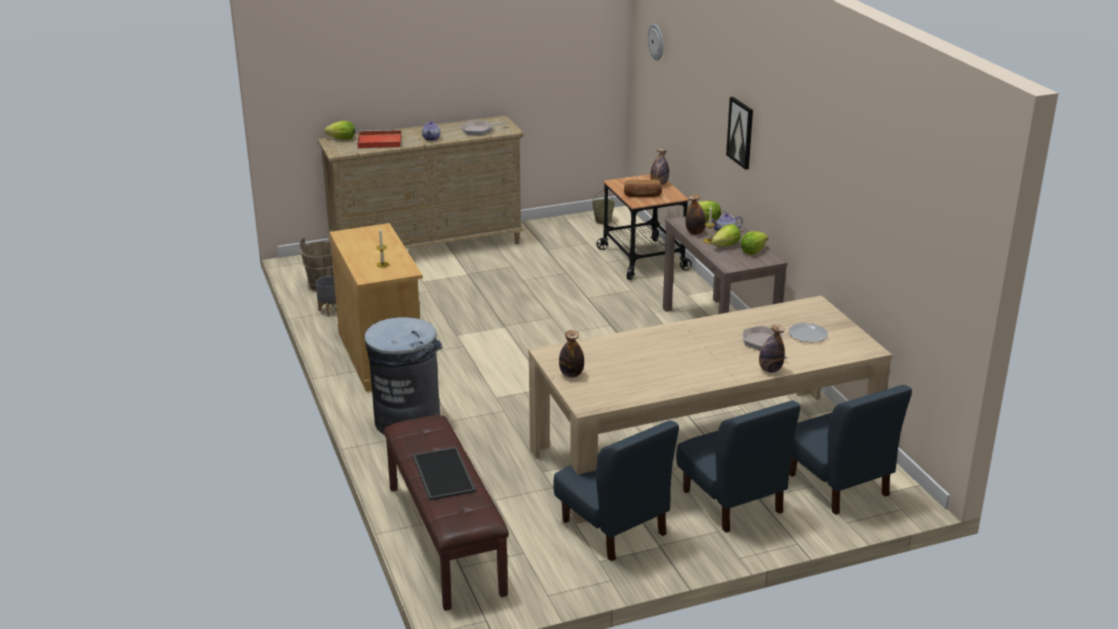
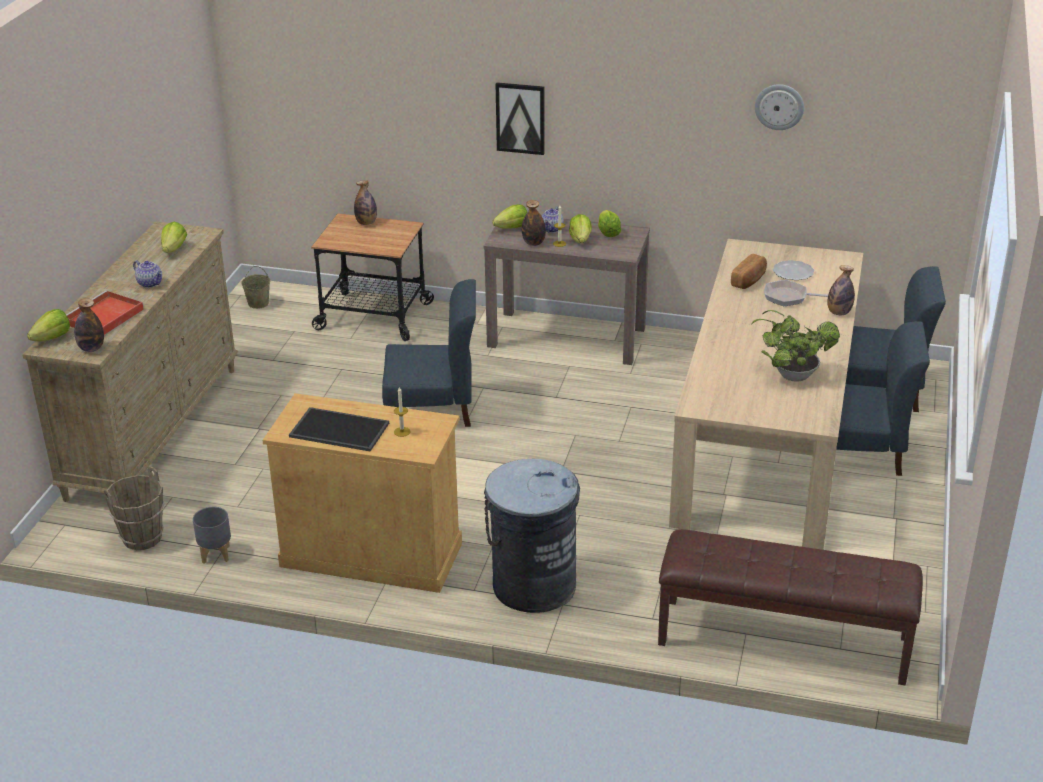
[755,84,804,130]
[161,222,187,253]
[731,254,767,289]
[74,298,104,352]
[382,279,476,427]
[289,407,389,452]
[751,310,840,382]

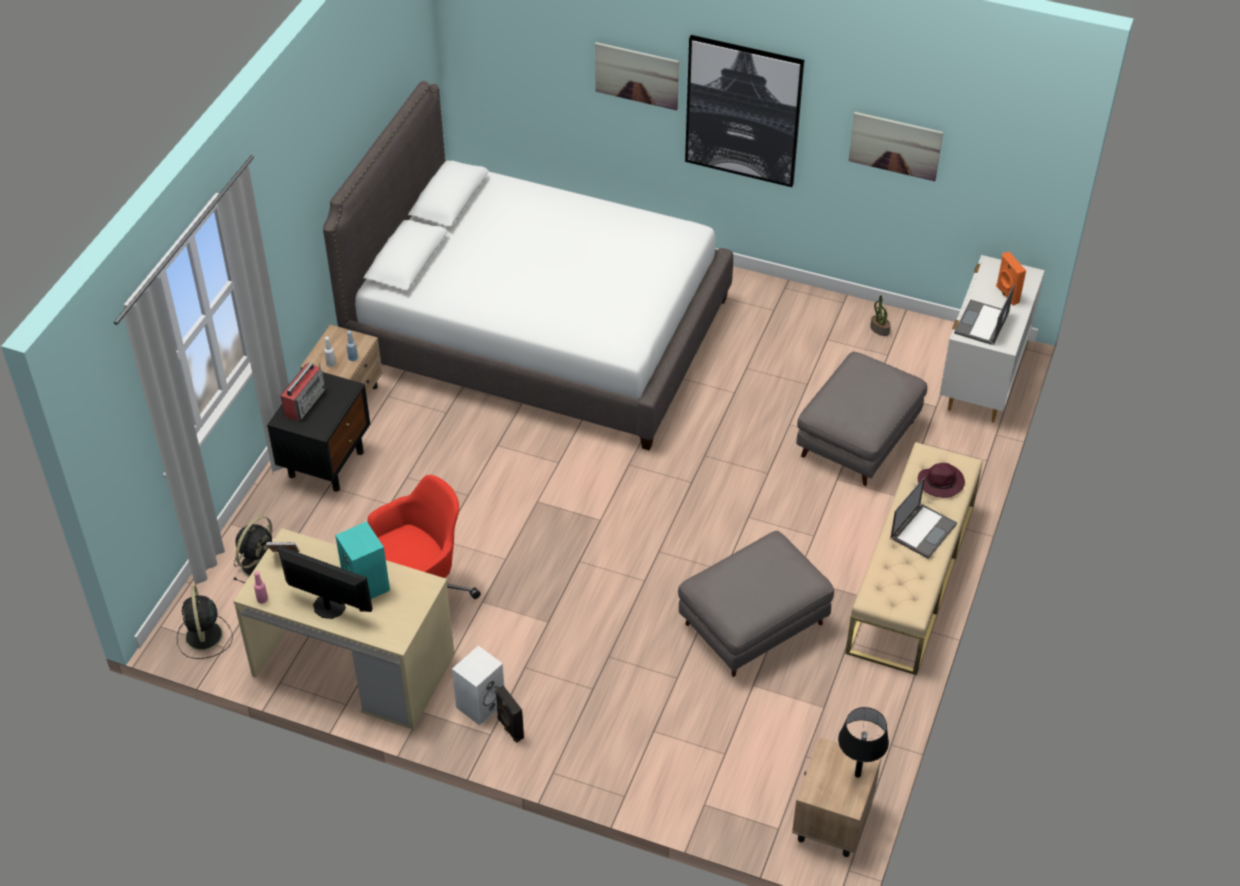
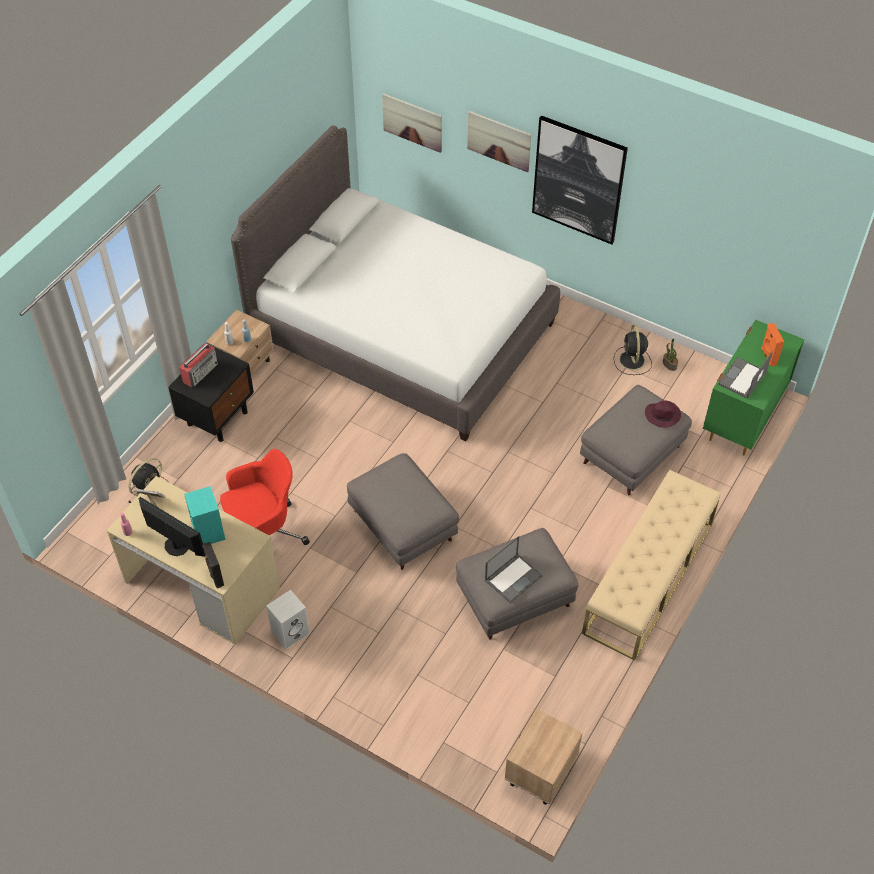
[382,93,442,153]
[703,320,804,456]
[645,401,681,428]
[485,536,542,603]
[614,324,652,375]
[202,542,224,588]
[838,707,889,778] (first image)
[347,453,459,570]

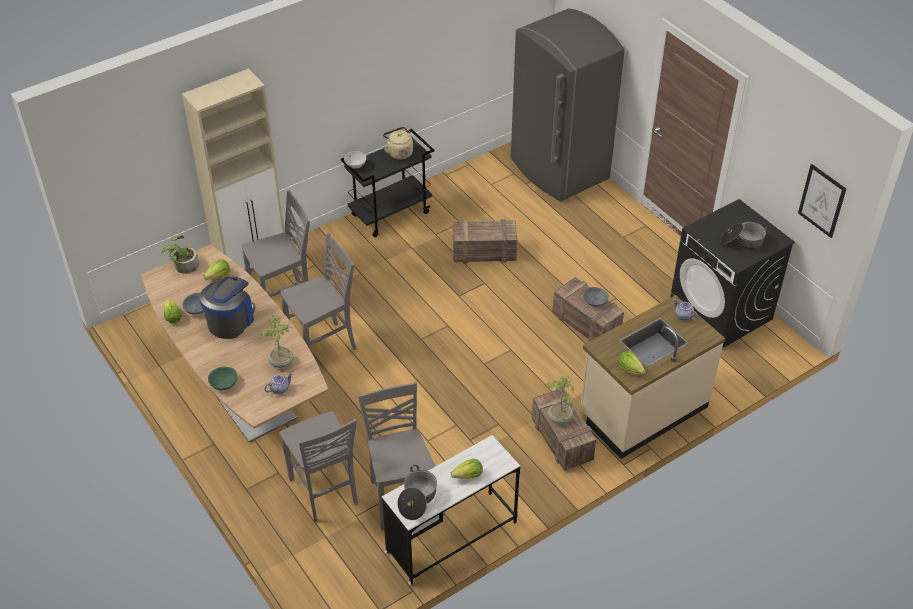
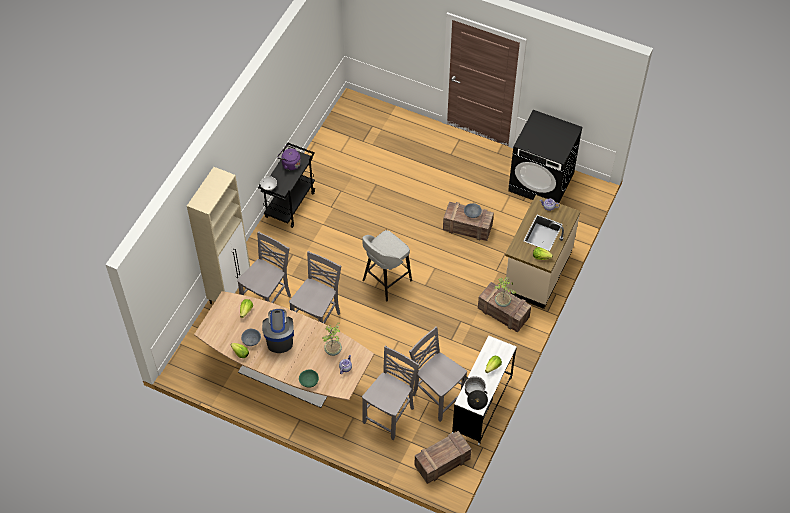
[511,9,625,201] (first image)
[277,145,301,170]
[798,164,846,238] (first image)
[414,431,471,484]
[720,222,768,250] (first image)
[161,235,199,274] (first image)
[362,346,419,440]
[362,230,412,301]

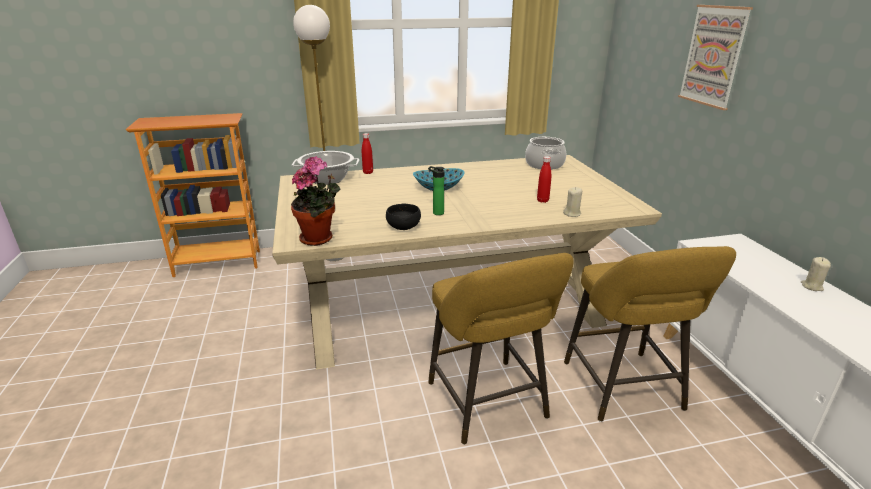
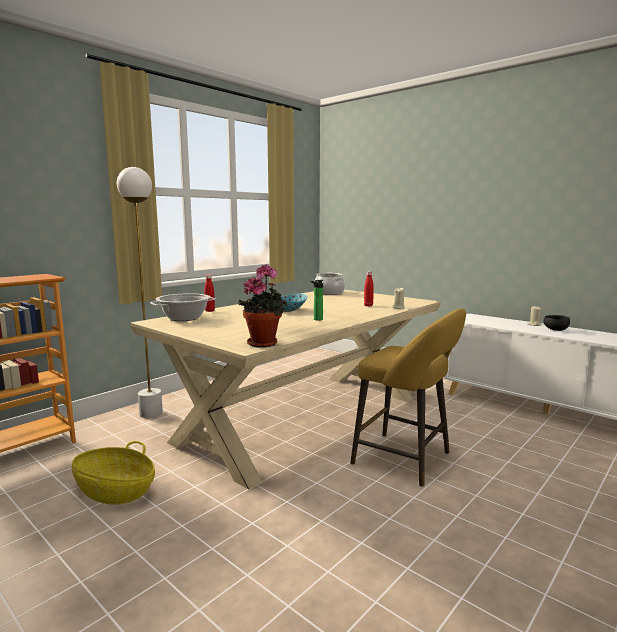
[678,5,753,110] (first image)
[543,315,570,331]
[564,246,736,422] (first image)
[72,441,155,504]

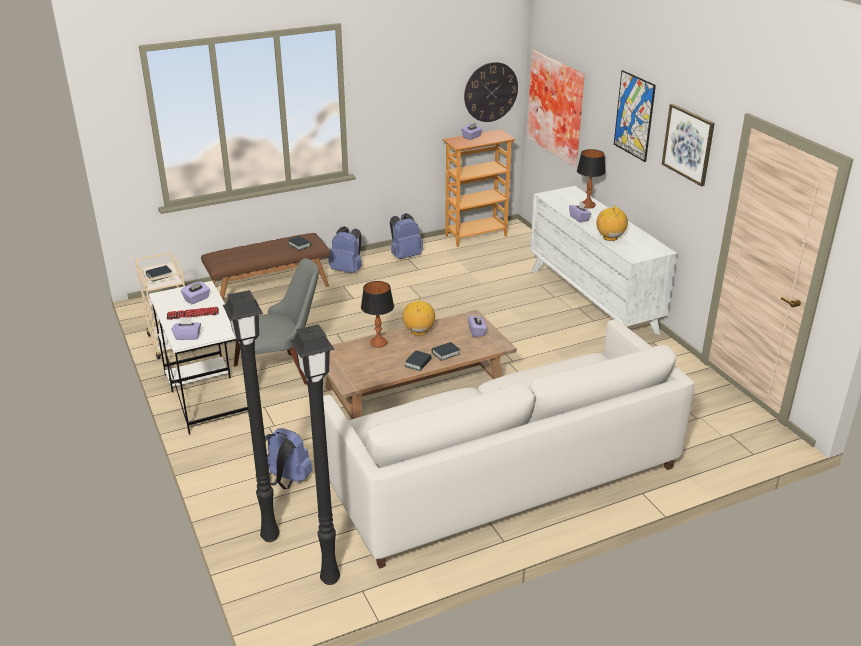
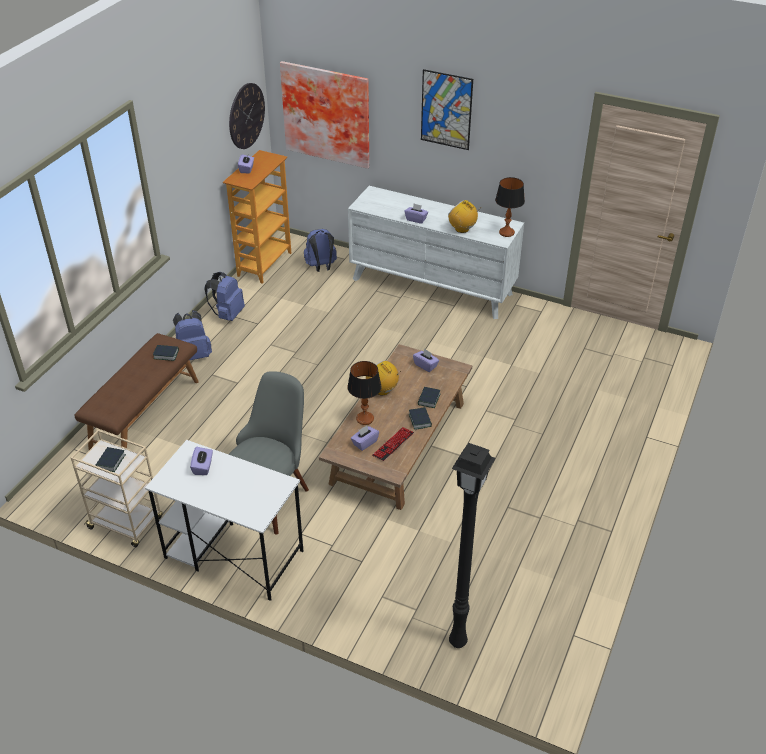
[662,104,715,186] (first image)
[495,177,525,237]
[372,427,414,461]
[351,426,379,451]
[323,319,694,569] (first image)
[290,324,340,585] (first image)
[304,229,337,272]

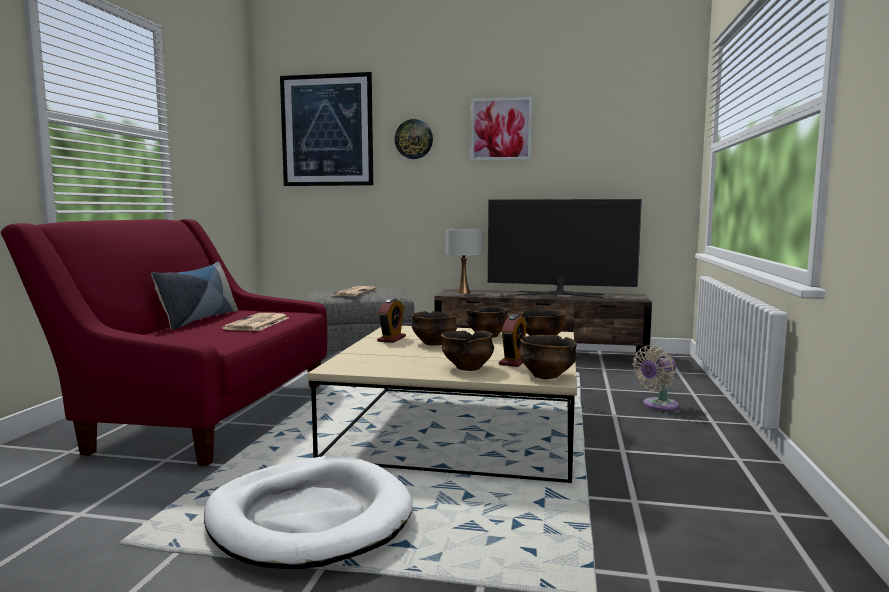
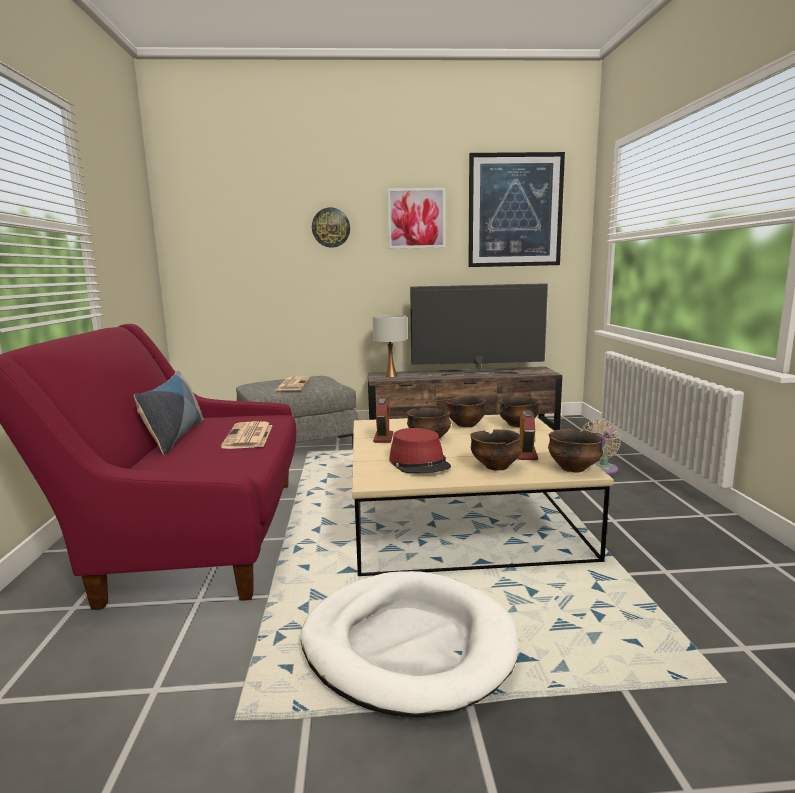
[468,152,565,267]
[389,428,451,473]

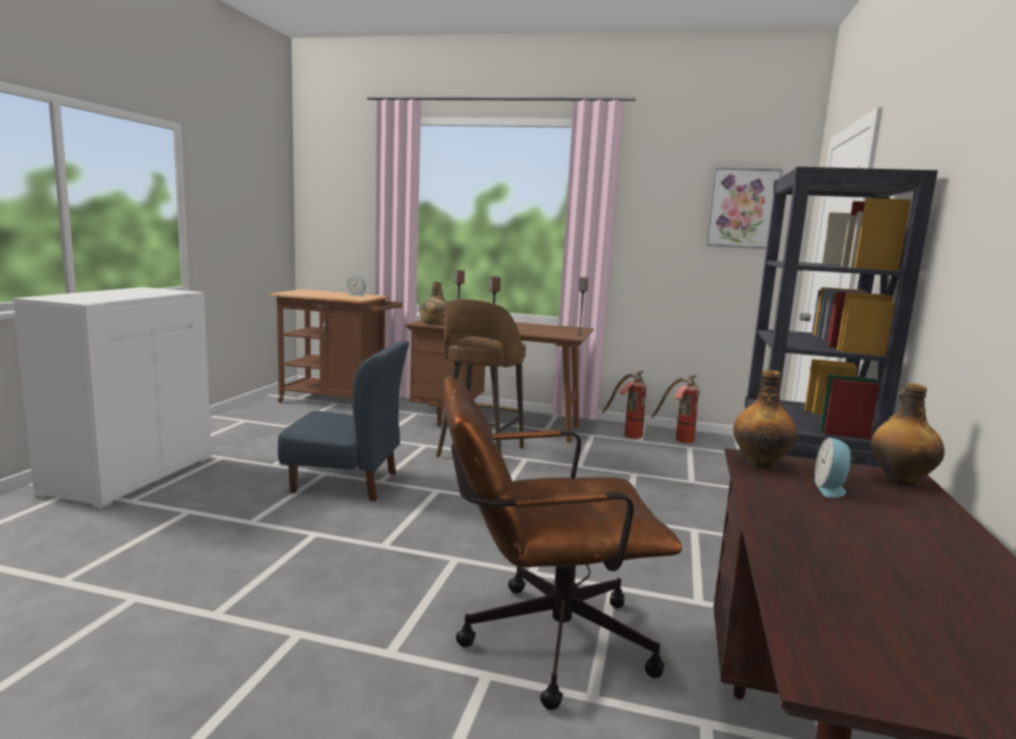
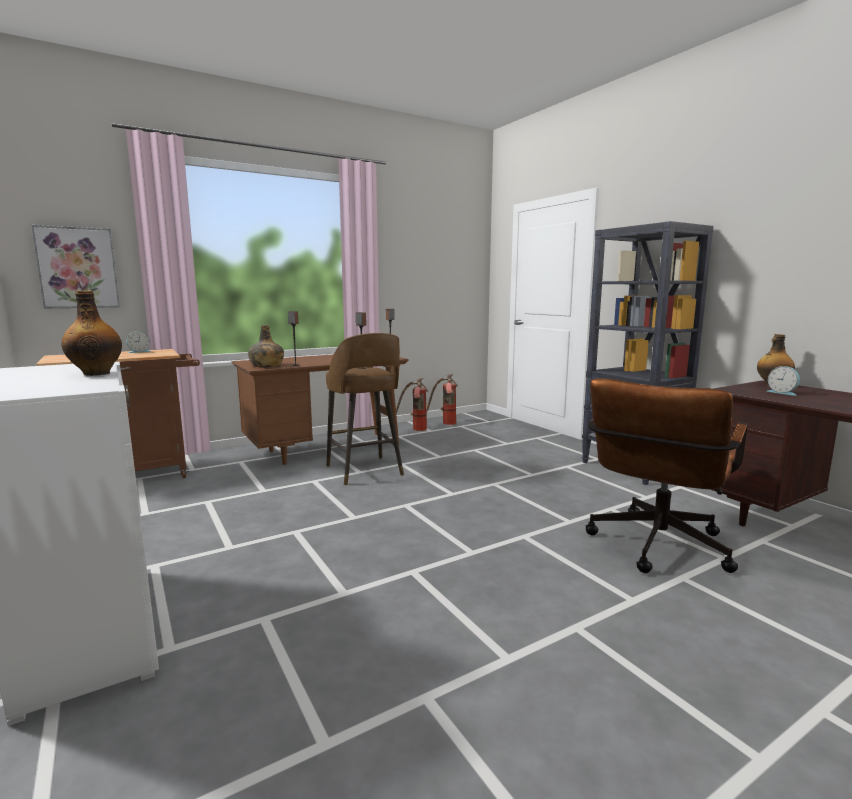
[31,225,120,308]
[278,341,409,501] (first image)
[61,290,122,376]

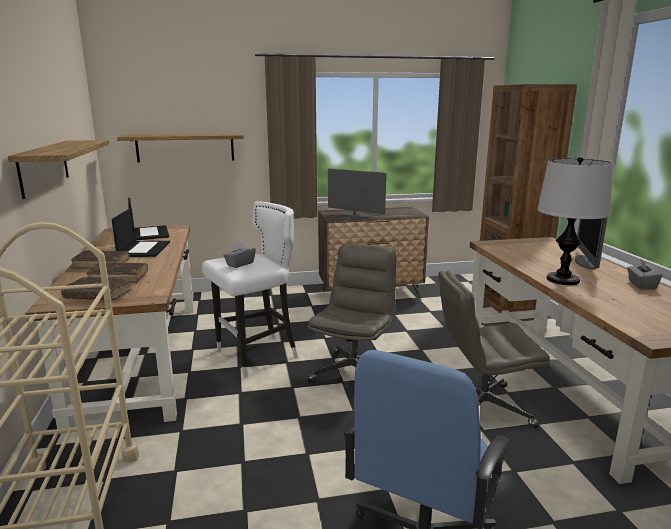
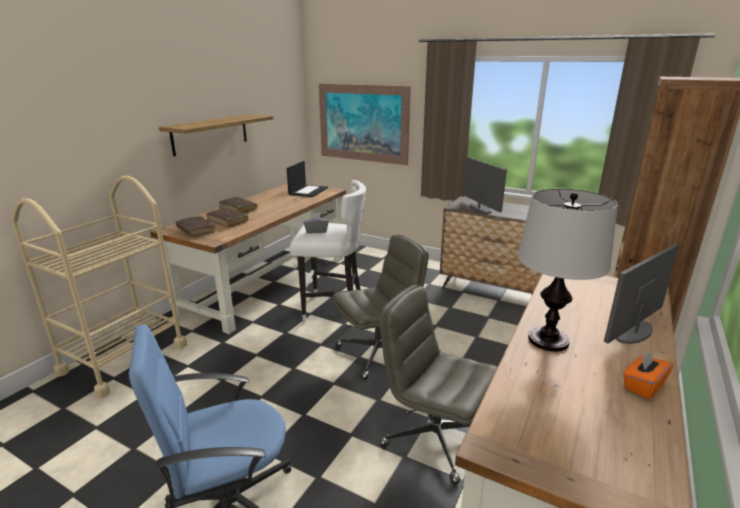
[319,84,411,165]
[112,208,170,257] (first image)
[623,350,673,399]

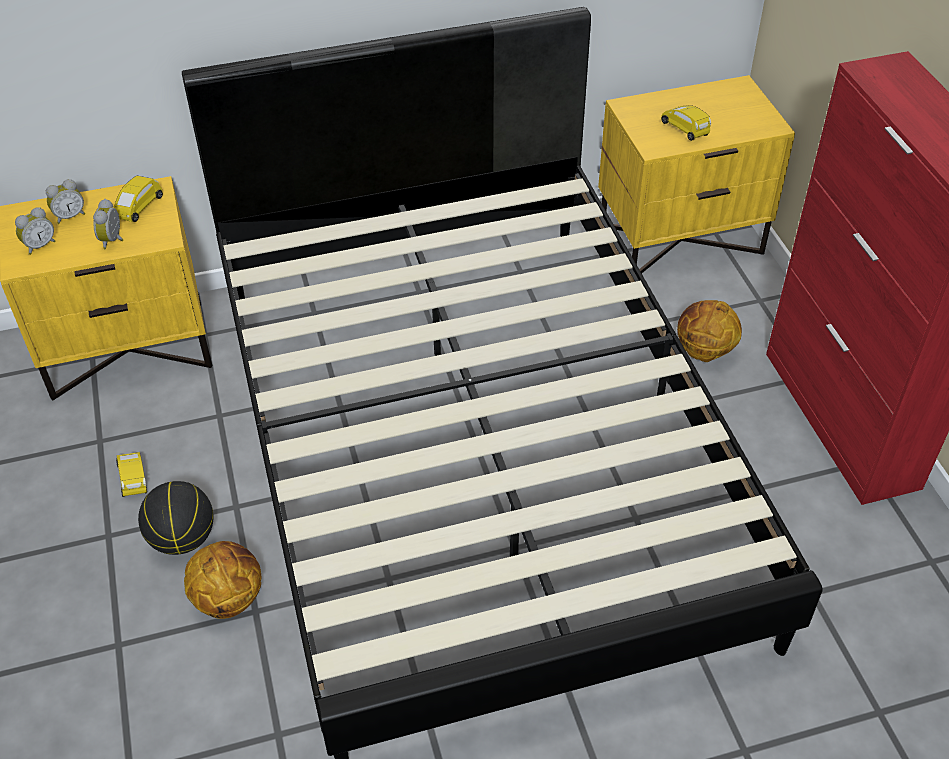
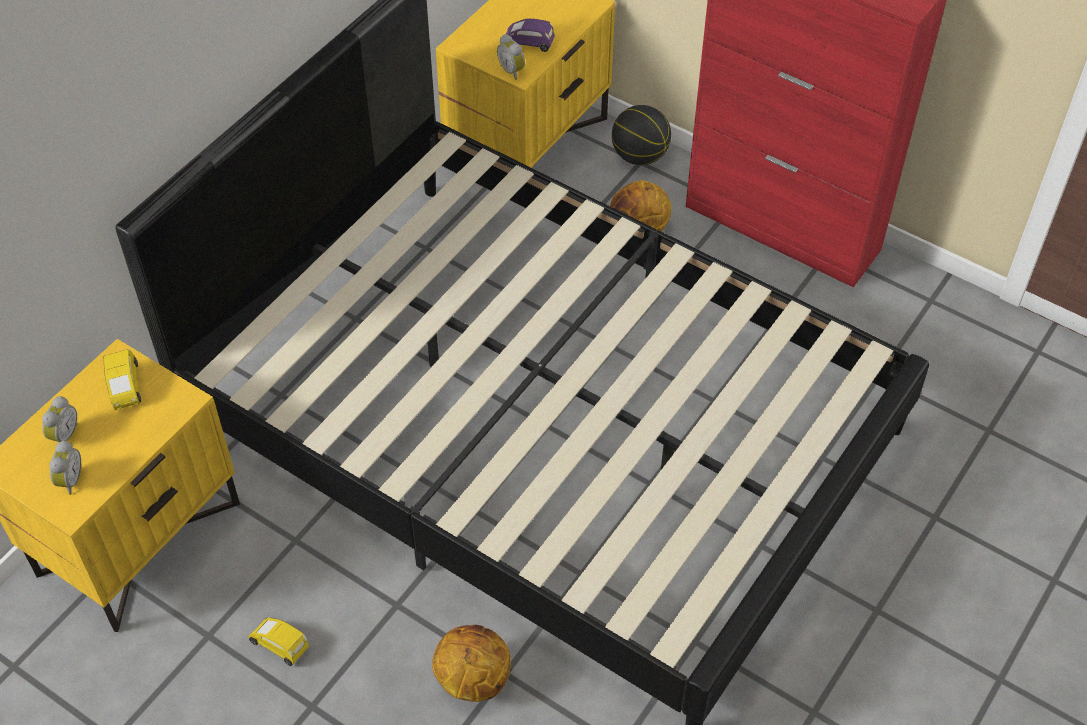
[505,19,555,52]
[497,34,525,80]
[612,105,671,165]

